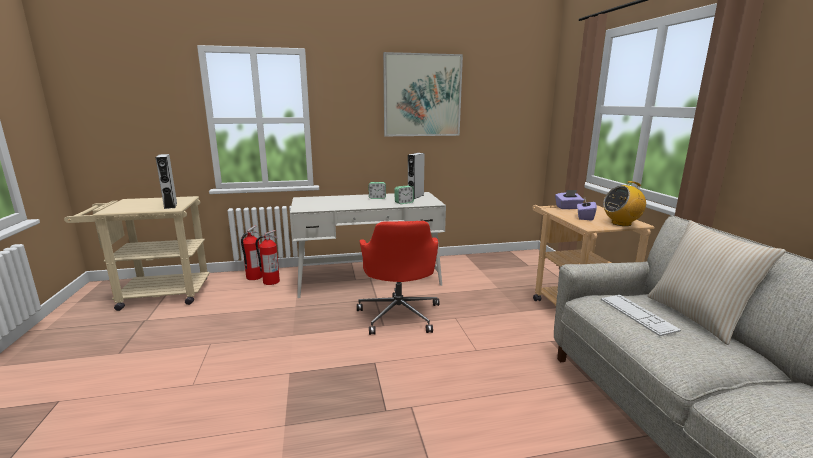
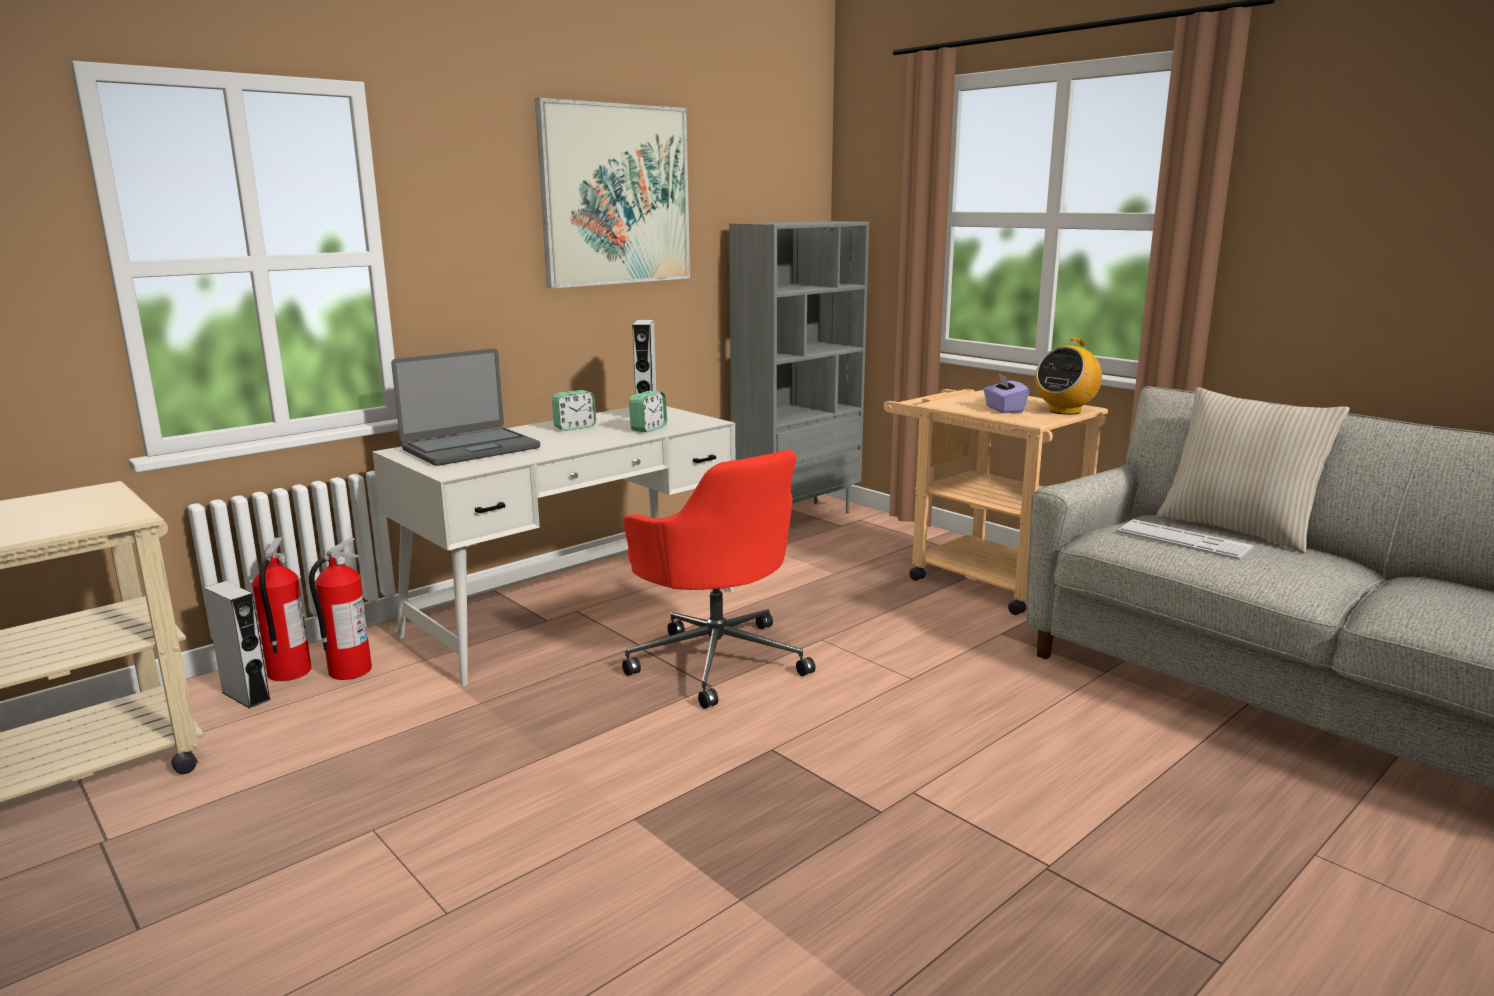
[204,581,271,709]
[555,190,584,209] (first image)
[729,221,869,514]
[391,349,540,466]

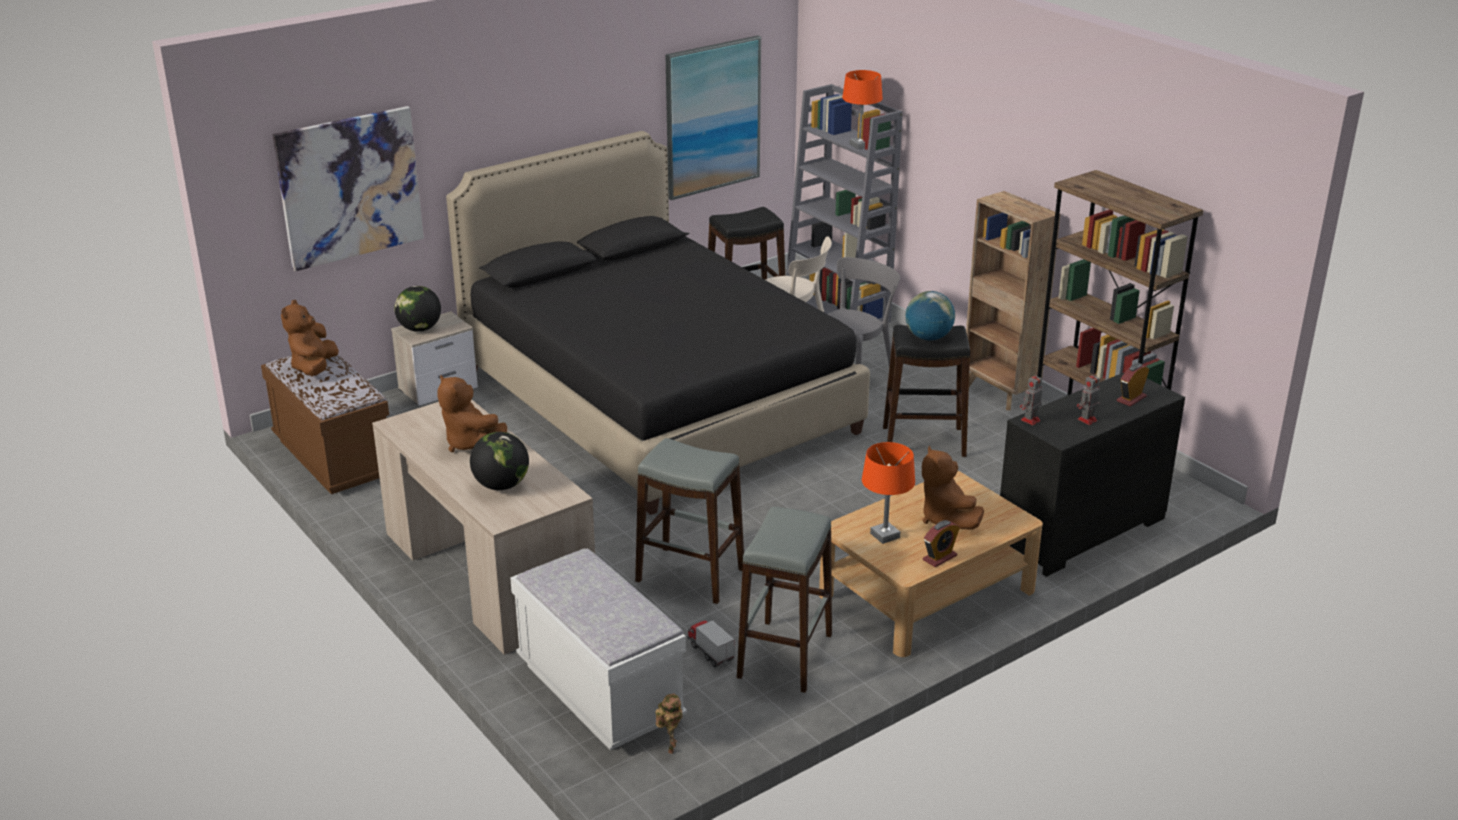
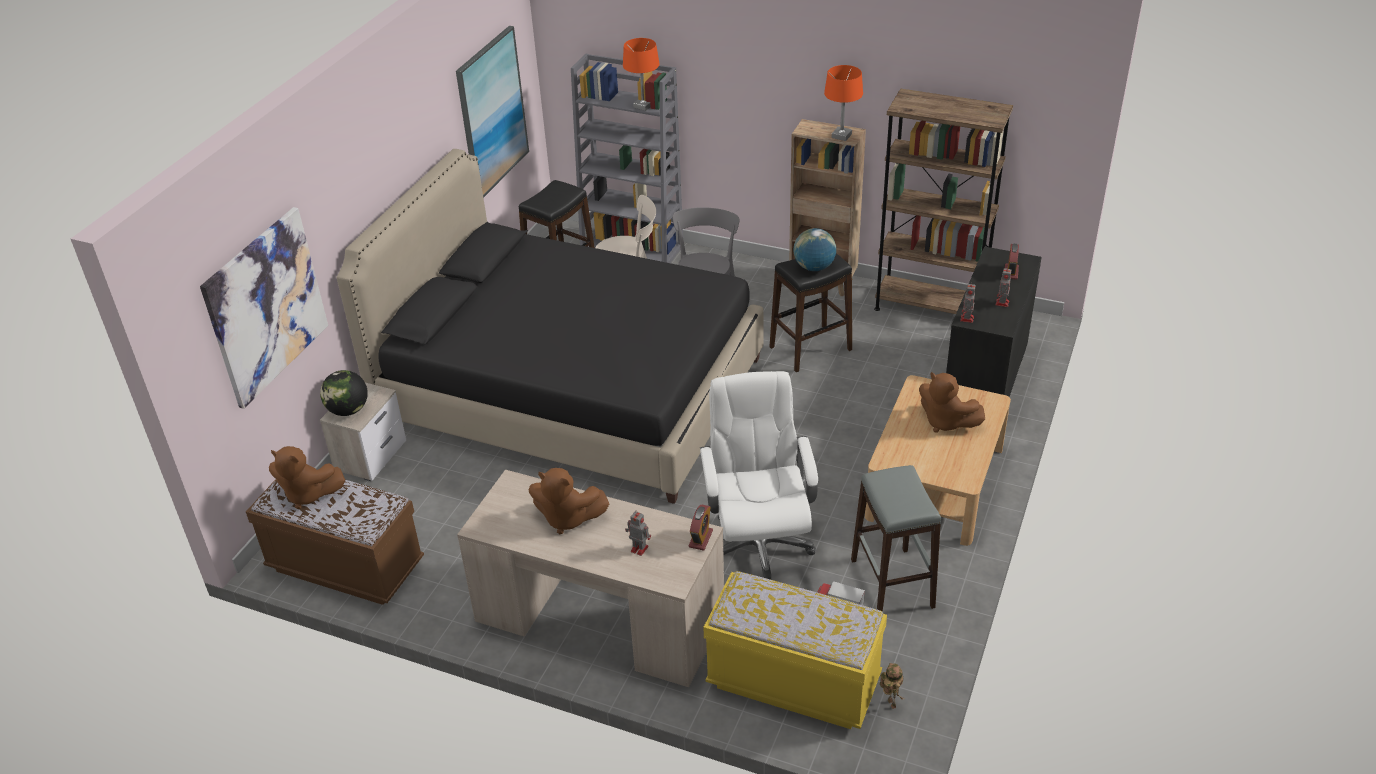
[269,446,345,509]
[626,510,651,556]
[700,371,818,580]
[824,65,863,141]
[688,505,713,551]
[703,571,887,729]

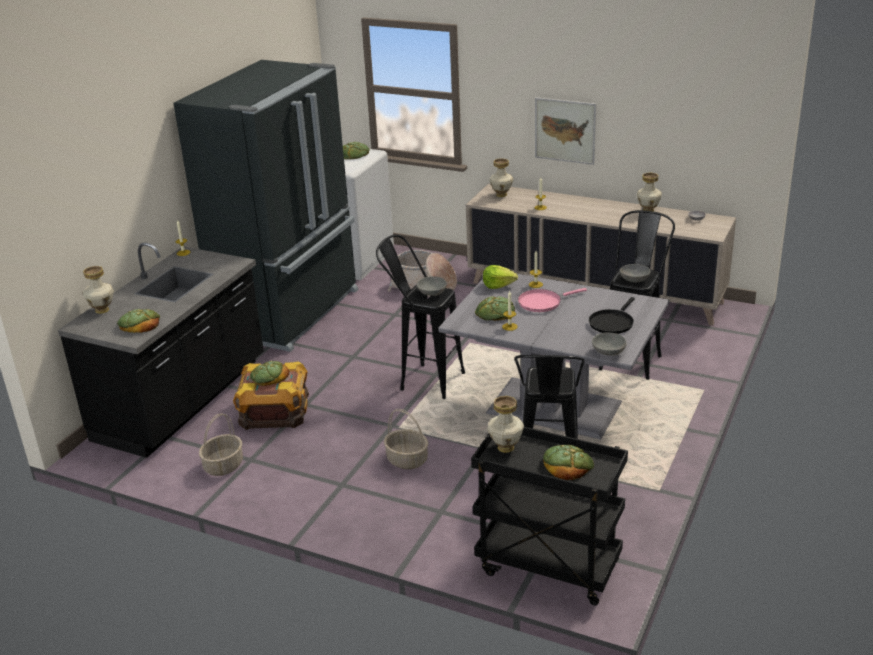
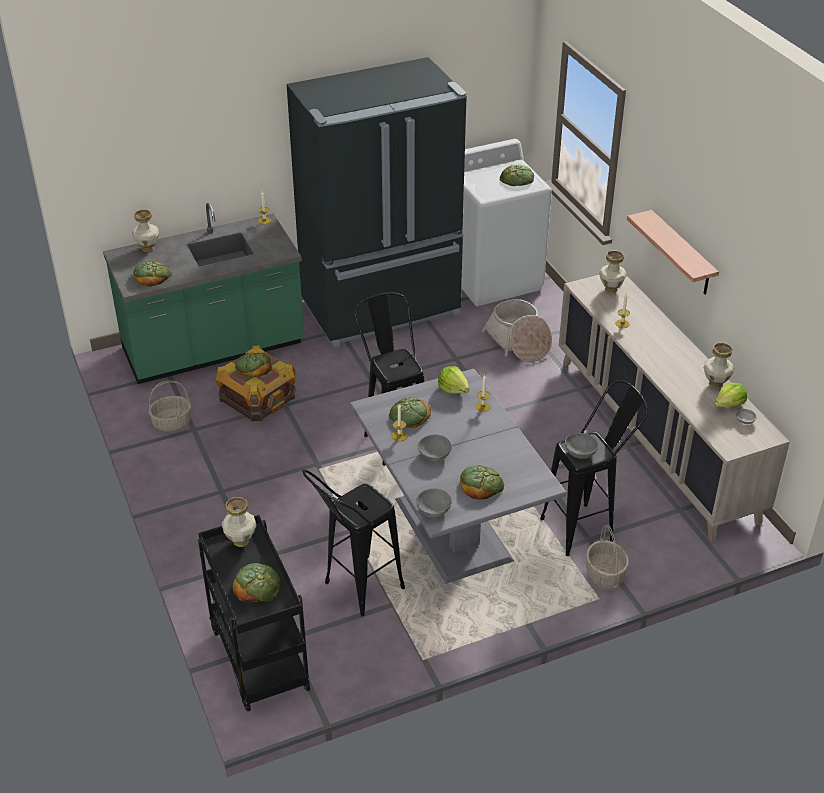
[627,210,719,294]
[103,203,304,384]
[418,434,452,461]
[518,288,587,312] (first image)
[460,466,504,500]
[586,525,629,587]
[715,382,747,408]

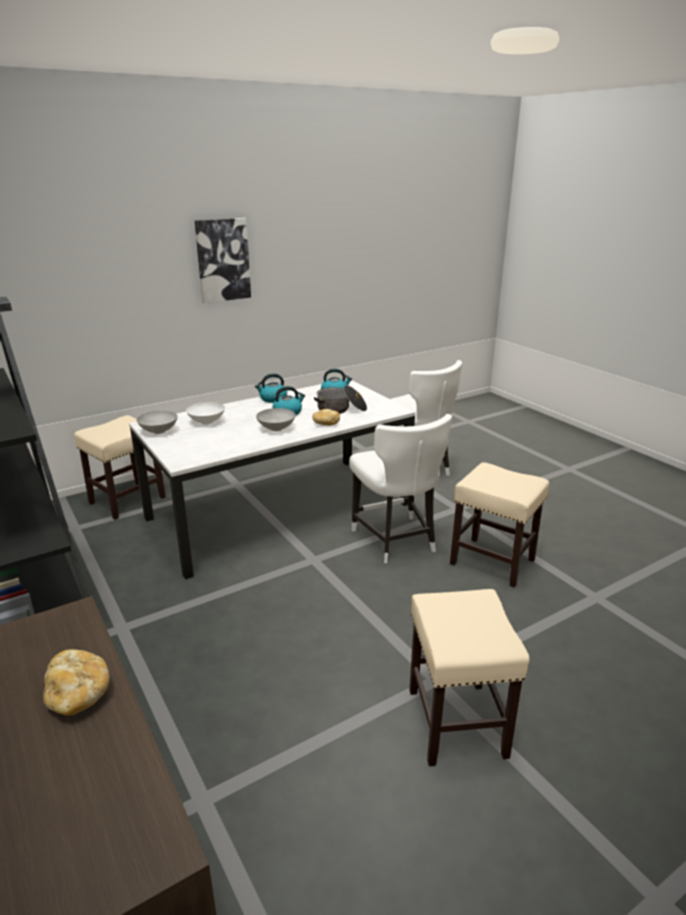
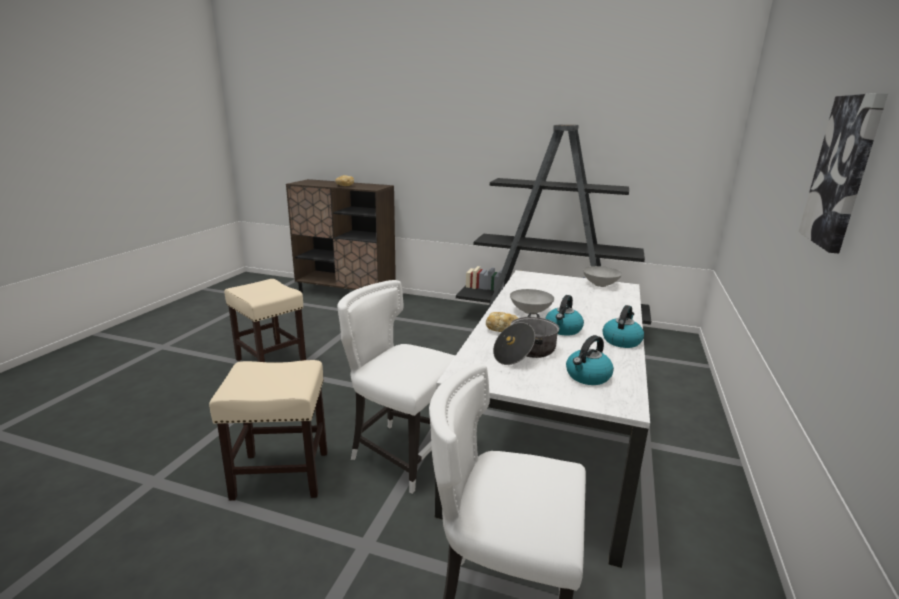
[186,402,225,424] (first image)
[74,415,166,520] (first image)

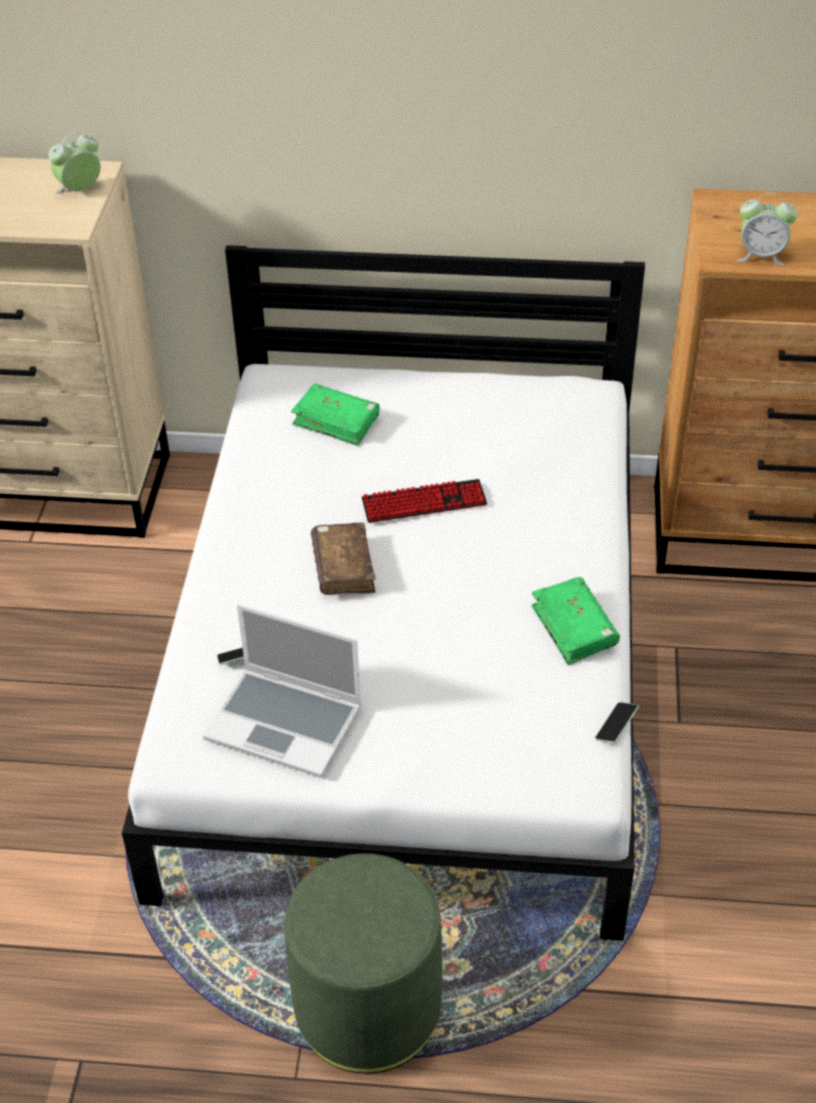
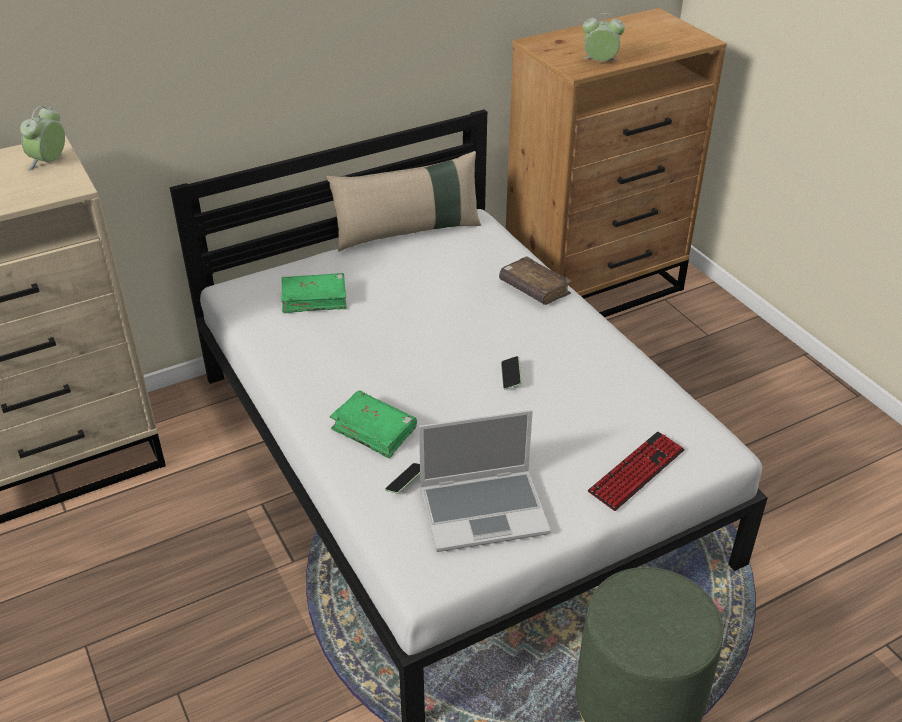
[583,13,625,61]
[588,432,684,511]
[499,256,572,305]
[330,390,417,459]
[501,356,522,389]
[326,151,481,252]

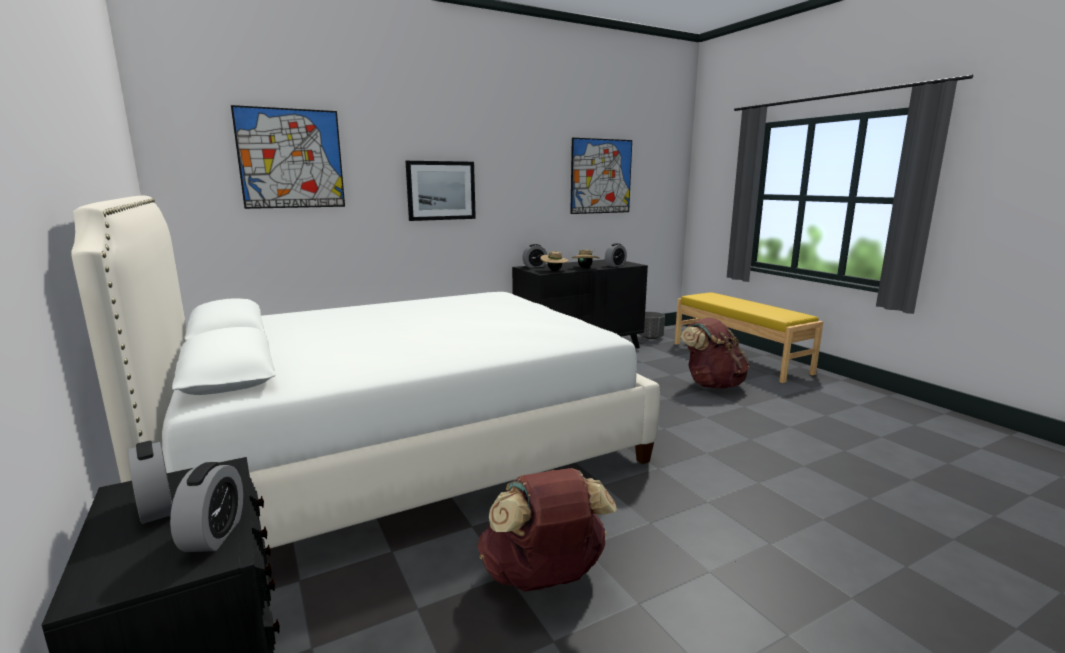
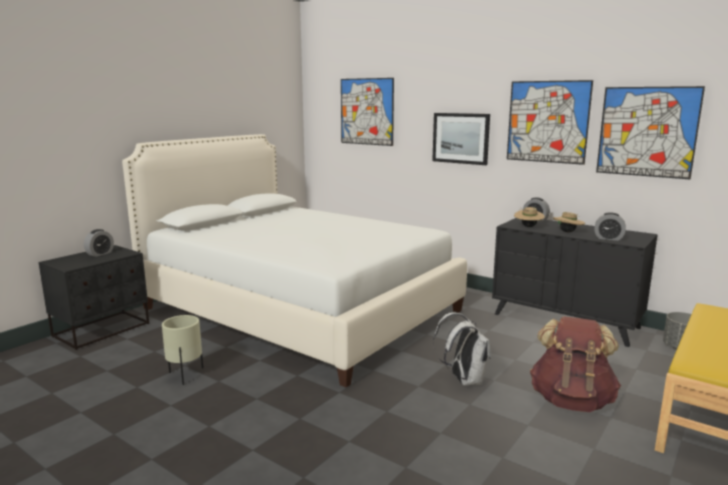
[170,462,243,552] (first image)
[162,315,203,385]
[507,80,593,165]
[433,312,491,386]

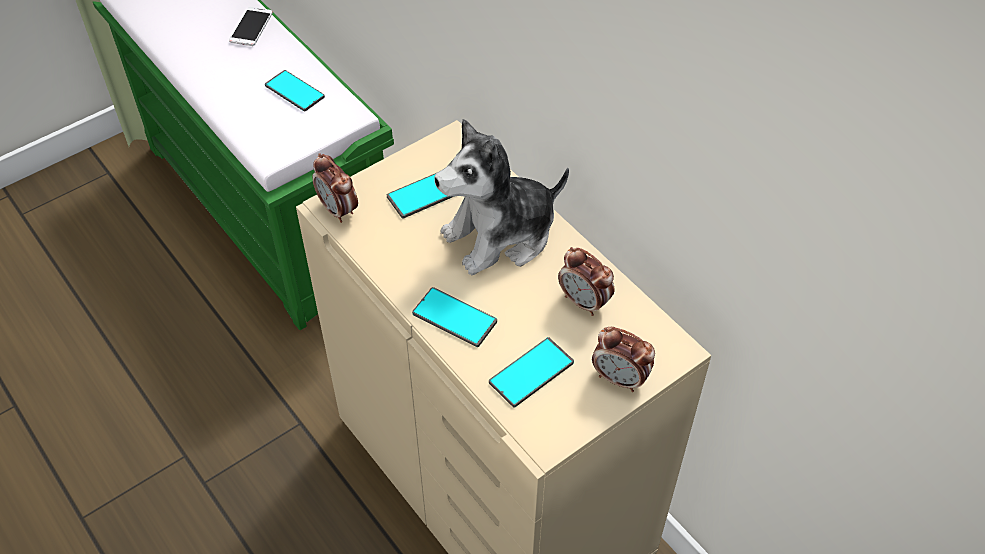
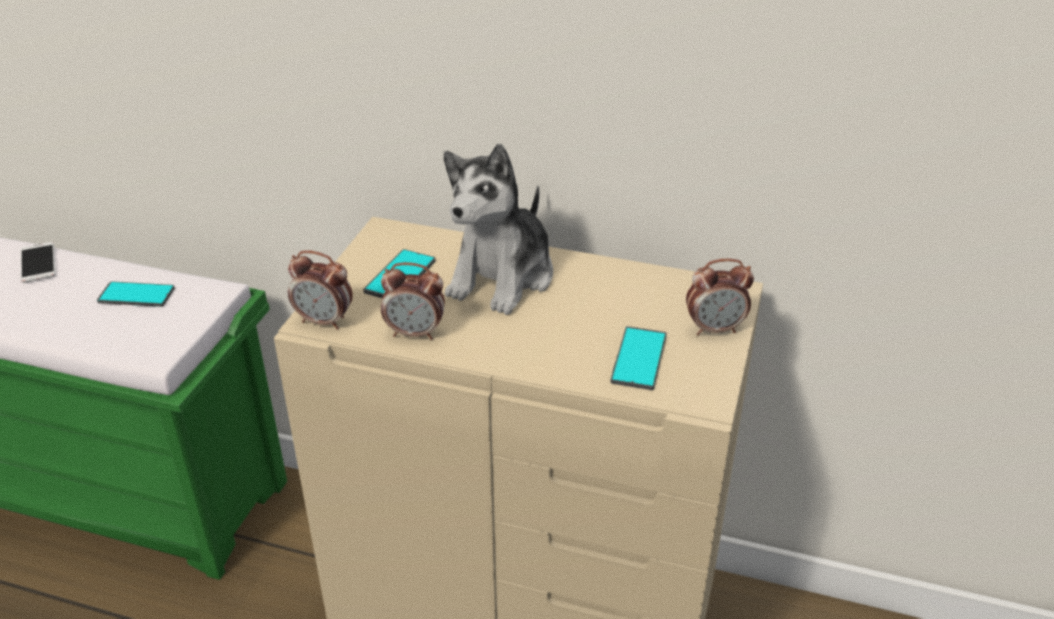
[381,262,445,340]
[412,287,497,347] (first image)

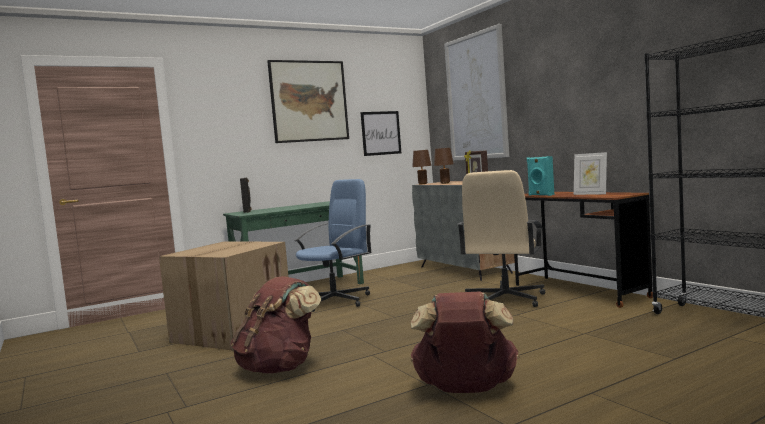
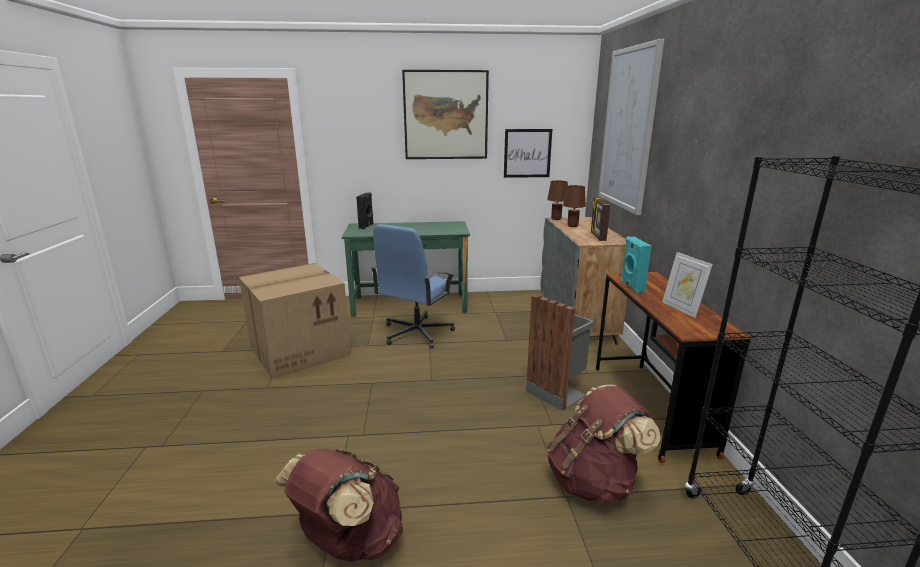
[526,294,595,411]
[371,224,455,348]
[547,385,661,504]

